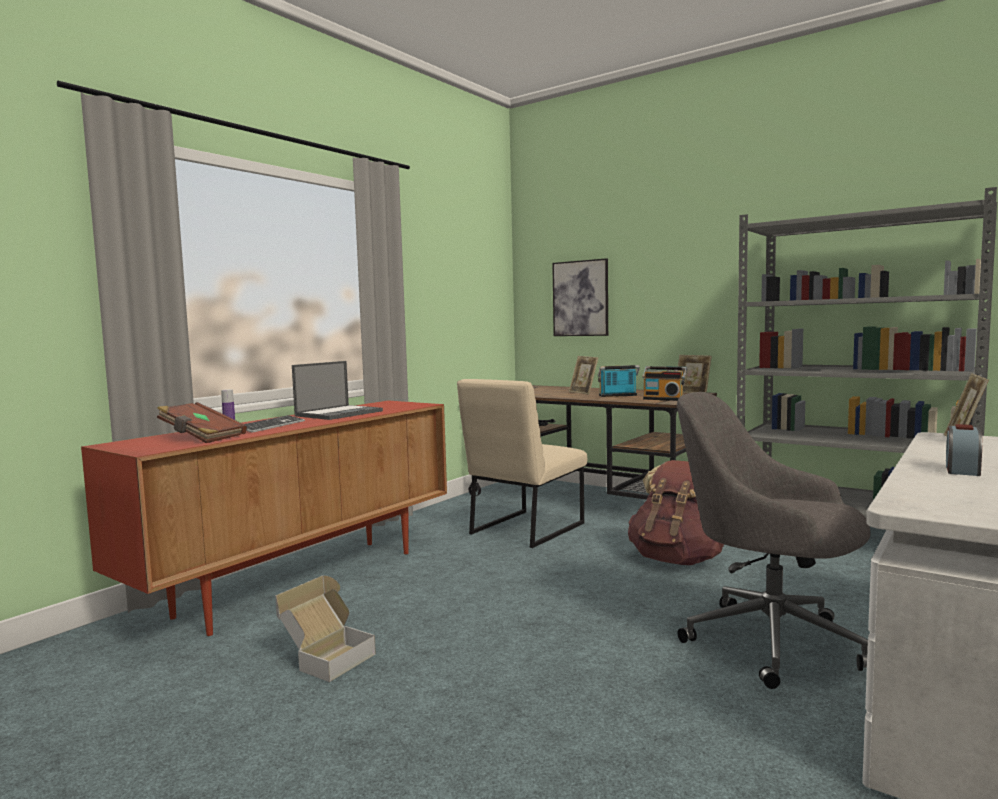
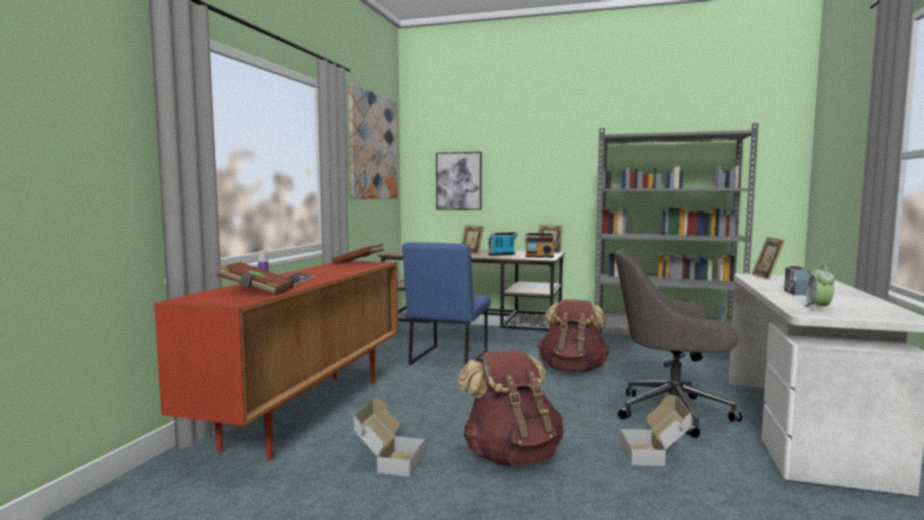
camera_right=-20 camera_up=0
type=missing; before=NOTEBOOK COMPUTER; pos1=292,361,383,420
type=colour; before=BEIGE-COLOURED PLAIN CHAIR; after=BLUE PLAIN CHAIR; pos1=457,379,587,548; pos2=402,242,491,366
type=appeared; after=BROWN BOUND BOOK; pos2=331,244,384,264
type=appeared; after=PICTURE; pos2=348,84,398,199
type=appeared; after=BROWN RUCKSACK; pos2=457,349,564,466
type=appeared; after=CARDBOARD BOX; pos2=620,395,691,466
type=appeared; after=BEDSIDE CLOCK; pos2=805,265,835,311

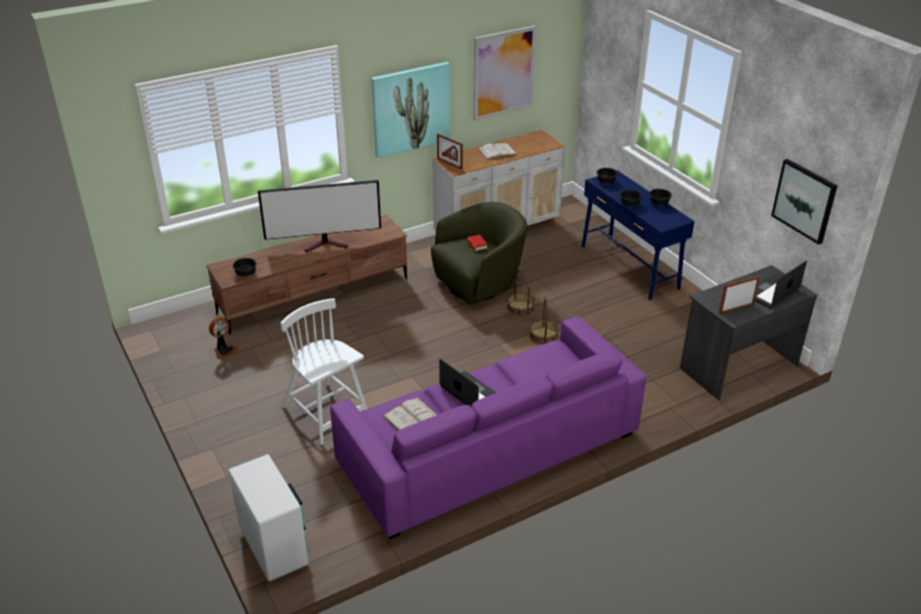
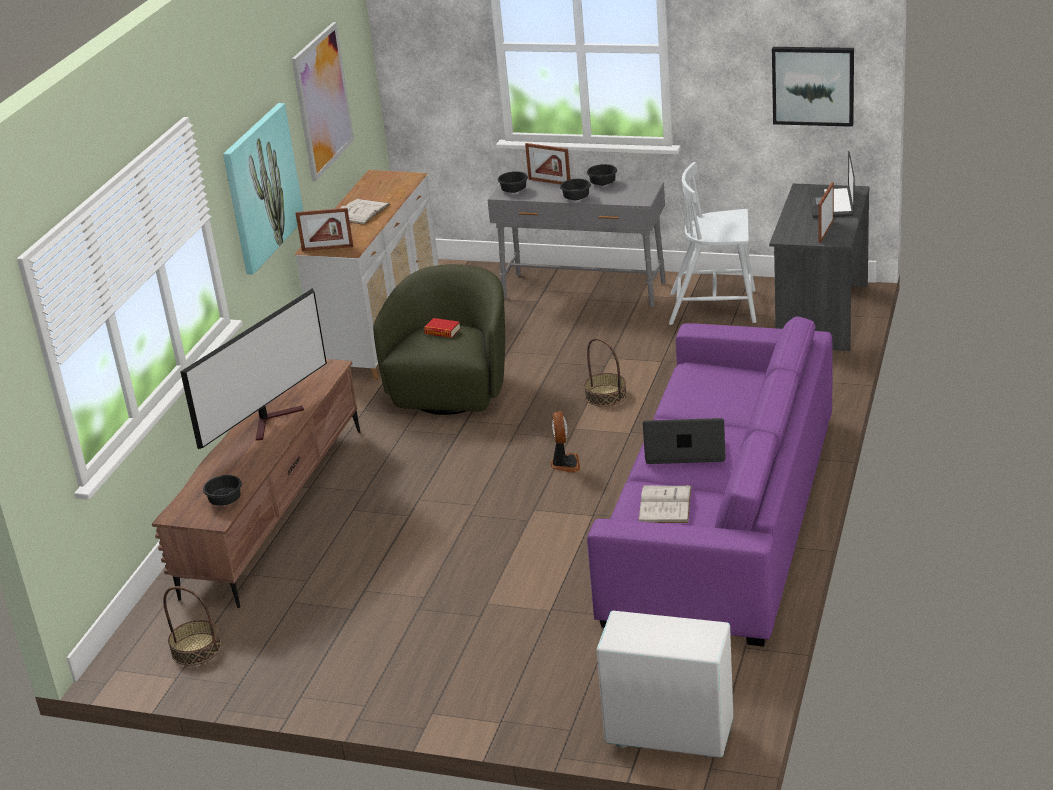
camera_right=-40 camera_up=-5
type=relocated; before=COOLING FAN; pos1=209,316,238,359; pos2=551,411,581,473
type=relocated; before=WHITE PLAIN CHAIR; pos1=281,298,367,445; pos2=669,162,757,325
type=relocated; before=STORAGE BASKET; pos1=507,270,536,317; pos2=163,586,221,666
type=colour; before=BLUE NARROW TABLE; after=GREYISH NARROW TABLE; pos1=581,170,694,300; pos2=487,178,666,307
type=appeared; after=PHOTO FRAME; pos2=525,143,570,184

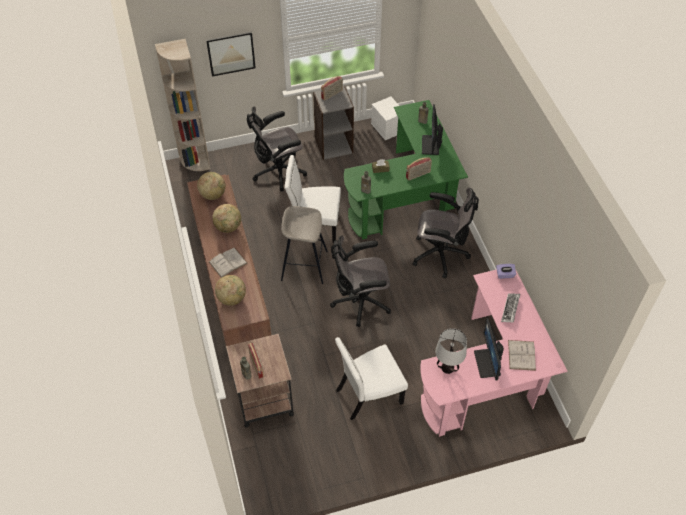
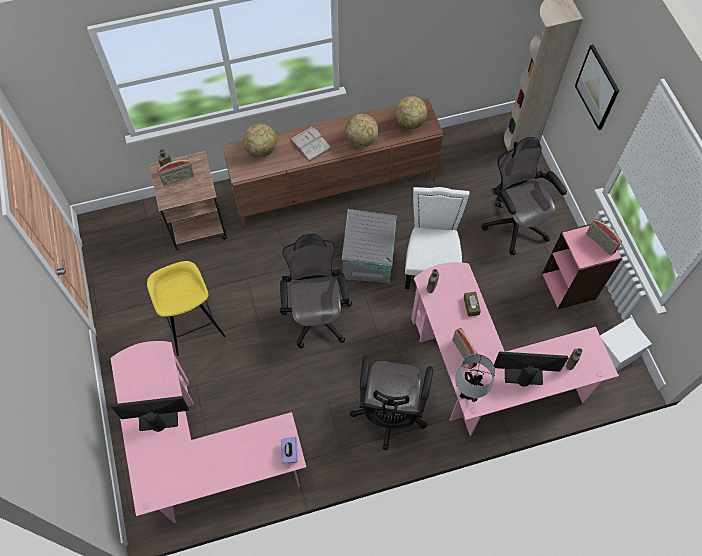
camera_right=90 camera_up=10
type=exchanged; before=GREYISH SITTING STOOL; after=GREYISH STORAGE BIN; pos1=281,206,328,284; pos2=342,209,396,283
type=colour; before=GREYISH BOOKCASE; after=PINKISH BOOKCASE; pos1=313,85,354,160; pos2=542,221,622,310
type=exchanged; before=WHITE PLAIN CHAIR; after=YELLOWISH SITTING STOOL; pos1=335,337,408,420; pos2=147,261,226,356
type=colour; before=GREENISH DESK UNIT; after=PINKISH DESK UNIT; pos1=344,100,468,240; pos2=411,262,619,436
type=relocated; before=TABLETOP LAMP; pos1=435,328,467,374; pos2=455,354,495,402
type=missing; before=COMPUTER KEYBOARD; pos1=501,293,520,322
type=missing; before=WHITE BOUND BOOK; pos1=508,340,536,371

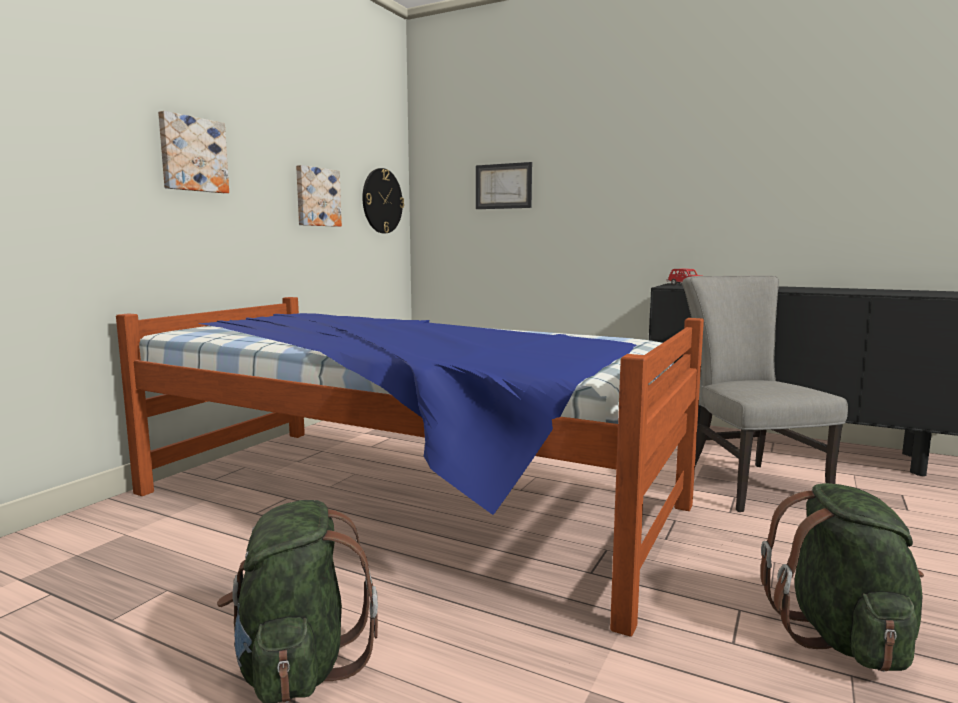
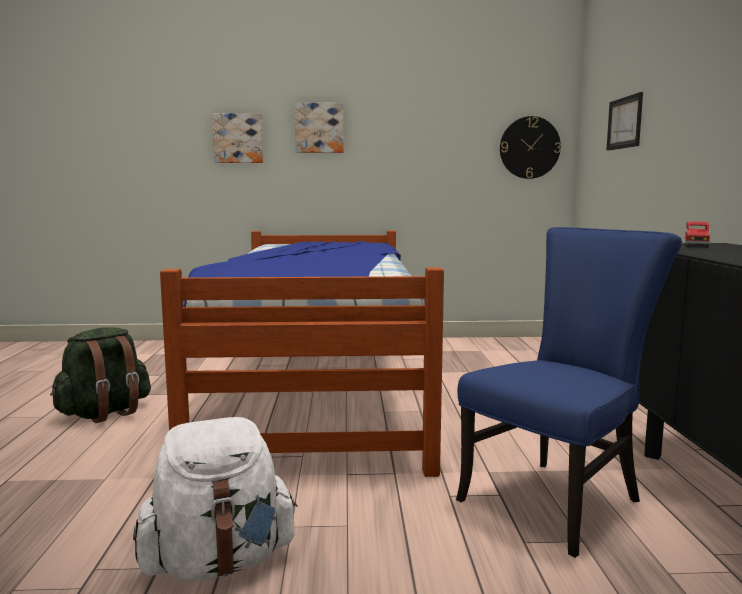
camera_right=60 camera_up=0
type=relocated; before=PICTURE; pos1=296,165,342,227; pos2=212,113,263,163
type=colour; before=GREYISH PLAIN CHAIR; after=BLUE PLAIN CHAIR; pos1=682,275,848,512; pos2=456,227,682,558
type=colour; before=GREENISH RUCKSACK; after=WHITE RUCKSACK; pos1=761,483,924,672; pos2=133,417,298,581

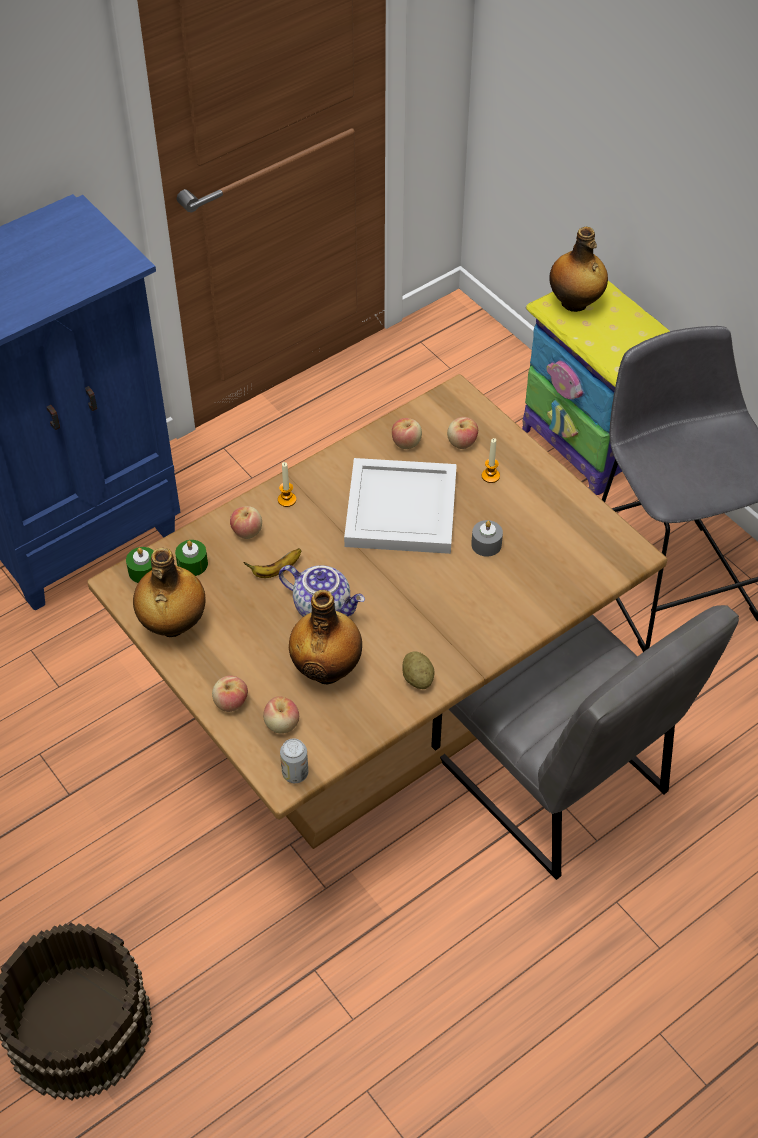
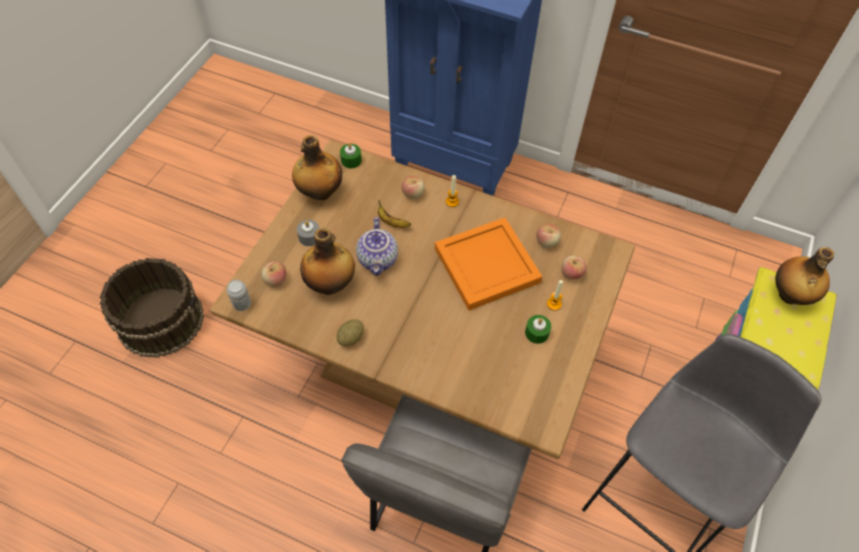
camera_right=60 camera_up=5
type=relocated; before=GREENISH WAX CANDLE; pos1=175,540,208,576; pos2=525,315,551,344
type=missing; before=APPLE; pos1=212,676,248,712
type=colour; before=WHITE SERVING TRAY; after=ORANGE-COLOURED SERVING TRAY; pos1=344,458,457,554; pos2=435,218,543,311
type=relocated; before=GREYISH WAX CANDLE; pos1=471,520,503,557; pos2=297,220,319,246

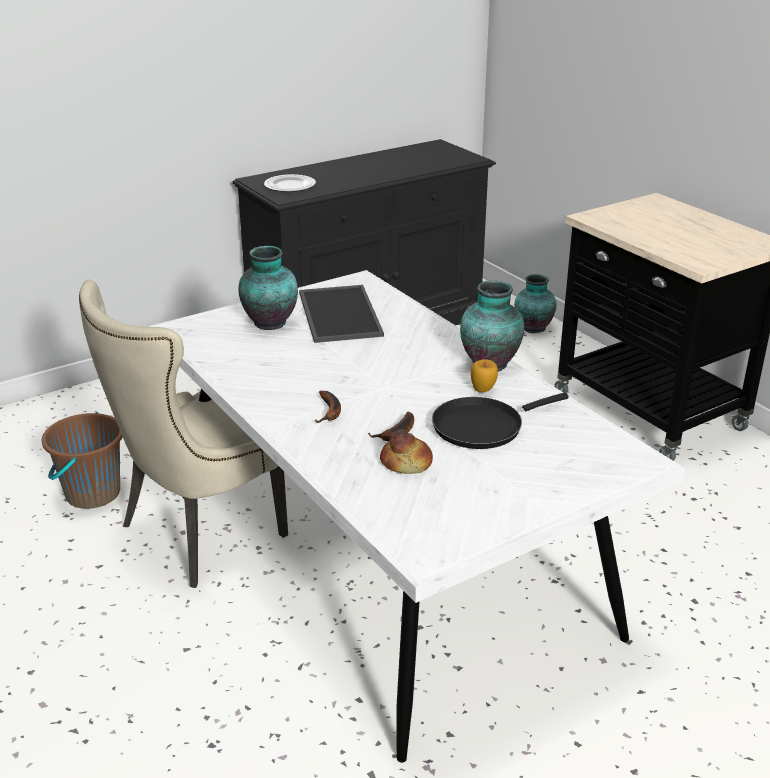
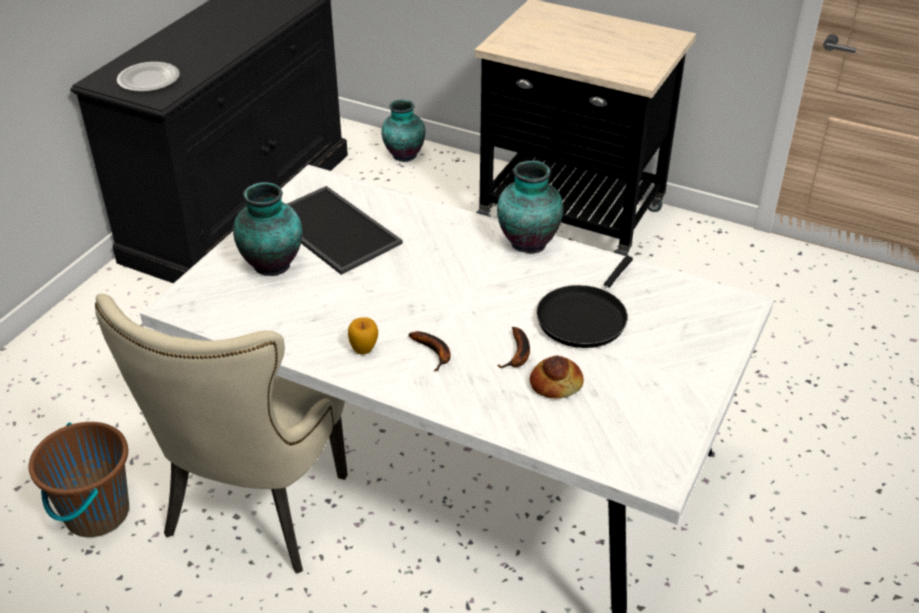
camera_right=-30 camera_up=10
type=relocated; before=APPLE; pos1=471,359,498,393; pos2=348,317,378,355

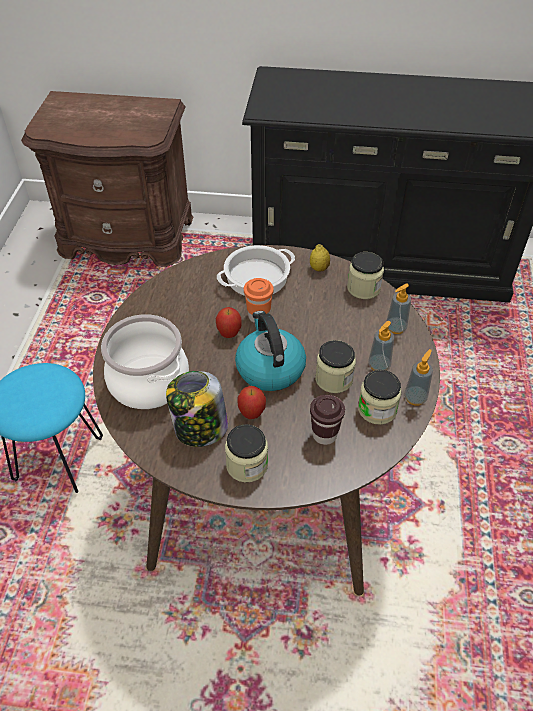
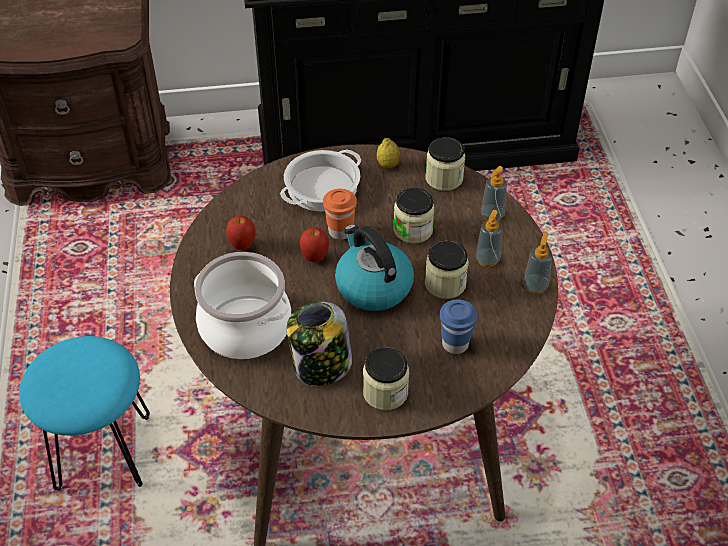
camera_right=-15 camera_up=0
type=relocated; before=APPLE; pos1=237,386,266,419; pos2=226,215,256,250
type=colour; before=BROWN CUP; after=BLUE CUP; pos1=310,395,345,445; pos2=440,299,477,354
type=relocated; before=STORAGE JAR; pos1=358,370,401,425; pos2=393,188,435,244

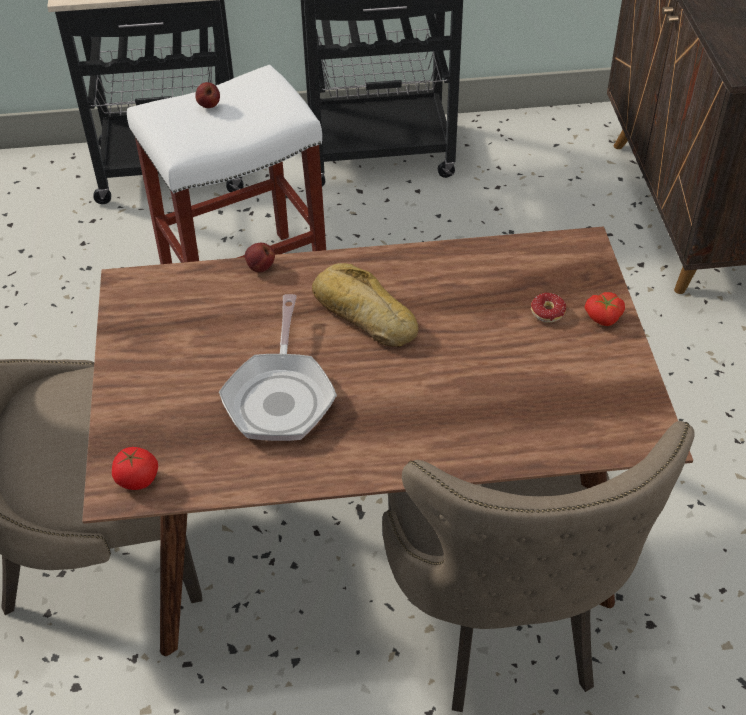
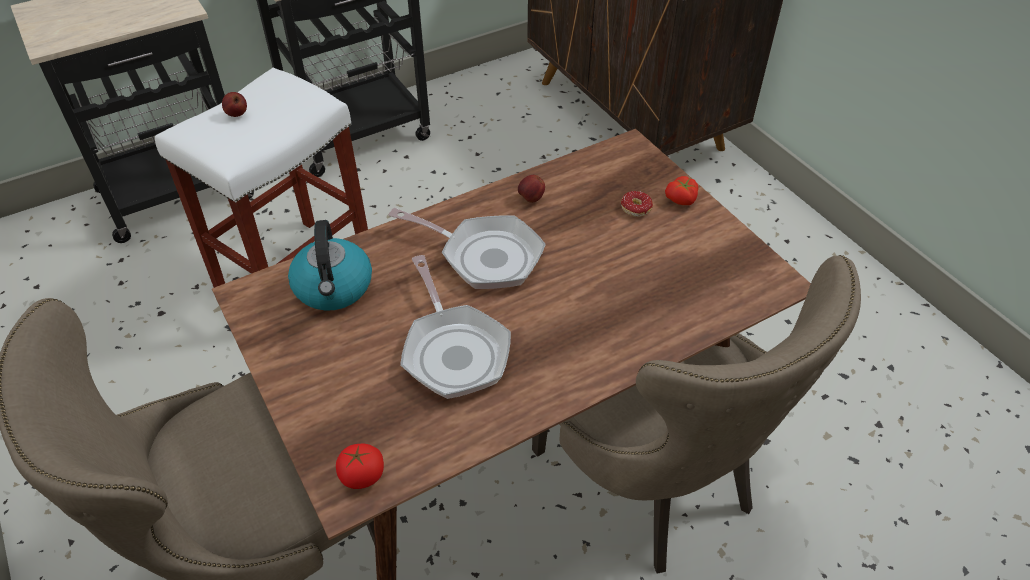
camera_right=-25 camera_up=0
type=relocated; before=APPLE; pos1=245,243,275,272; pos2=518,175,545,203
type=exchanged; before=BREAD; after=PAN; pos1=312,263,419,347; pos2=388,208,546,289
type=appeared; after=KETTLE; pos2=288,220,372,310

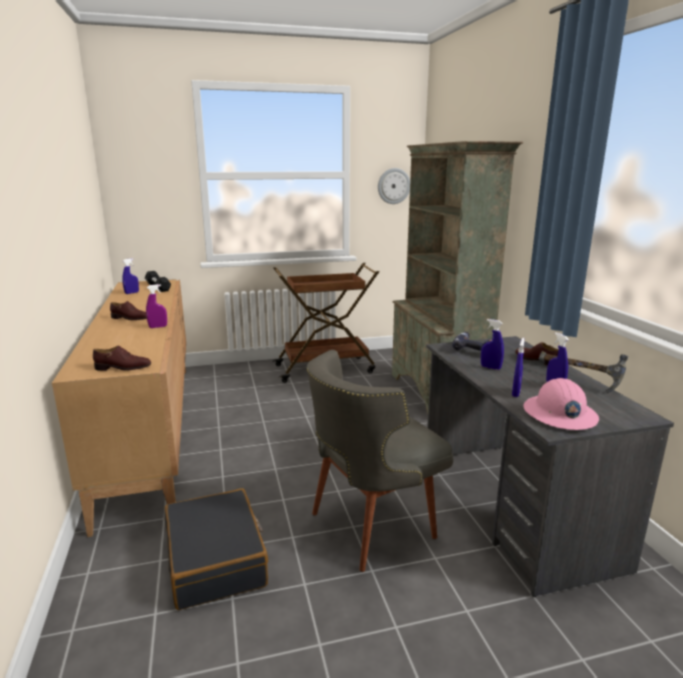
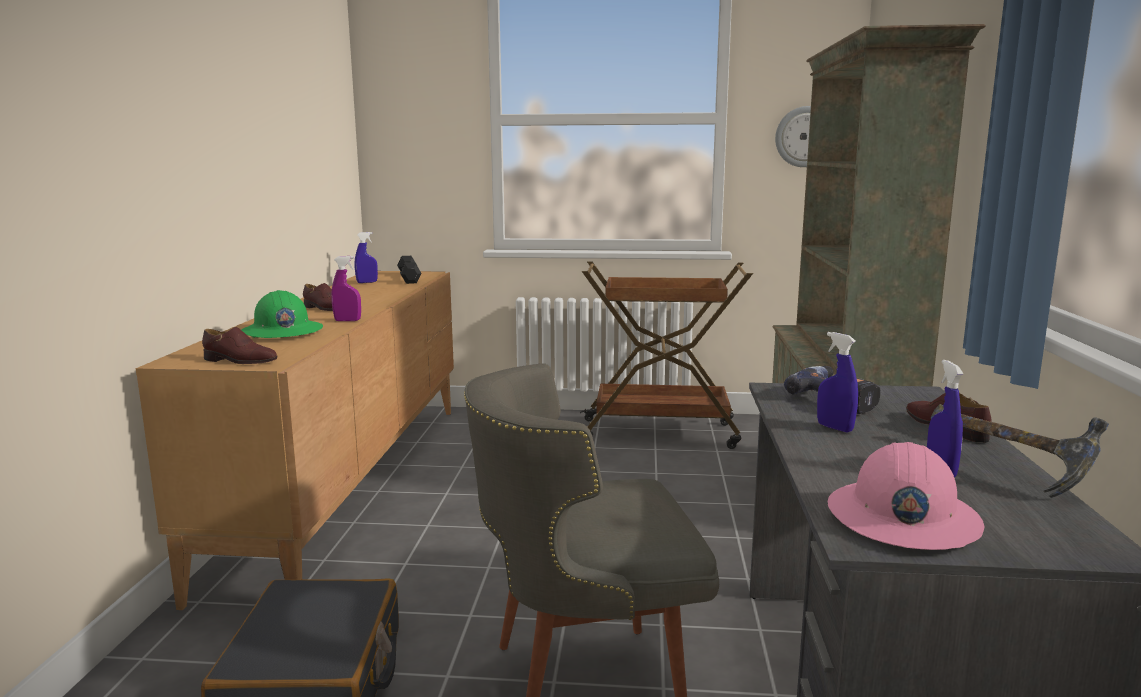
camera_right=20 camera_up=-5
type=missing; before=BLUE SPRAYER; pos1=512,338,524,397
type=appeared; after=GREENISH HARD HAT; pos2=242,290,323,338

